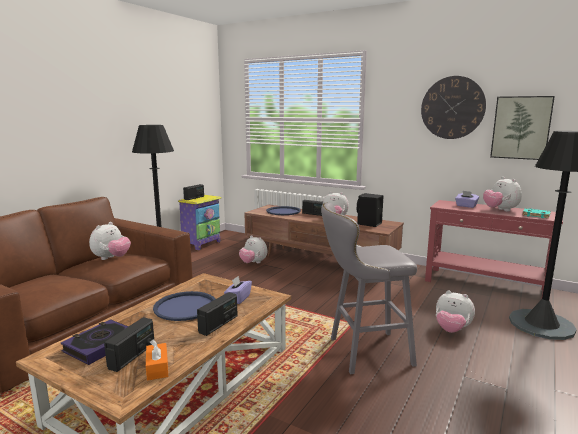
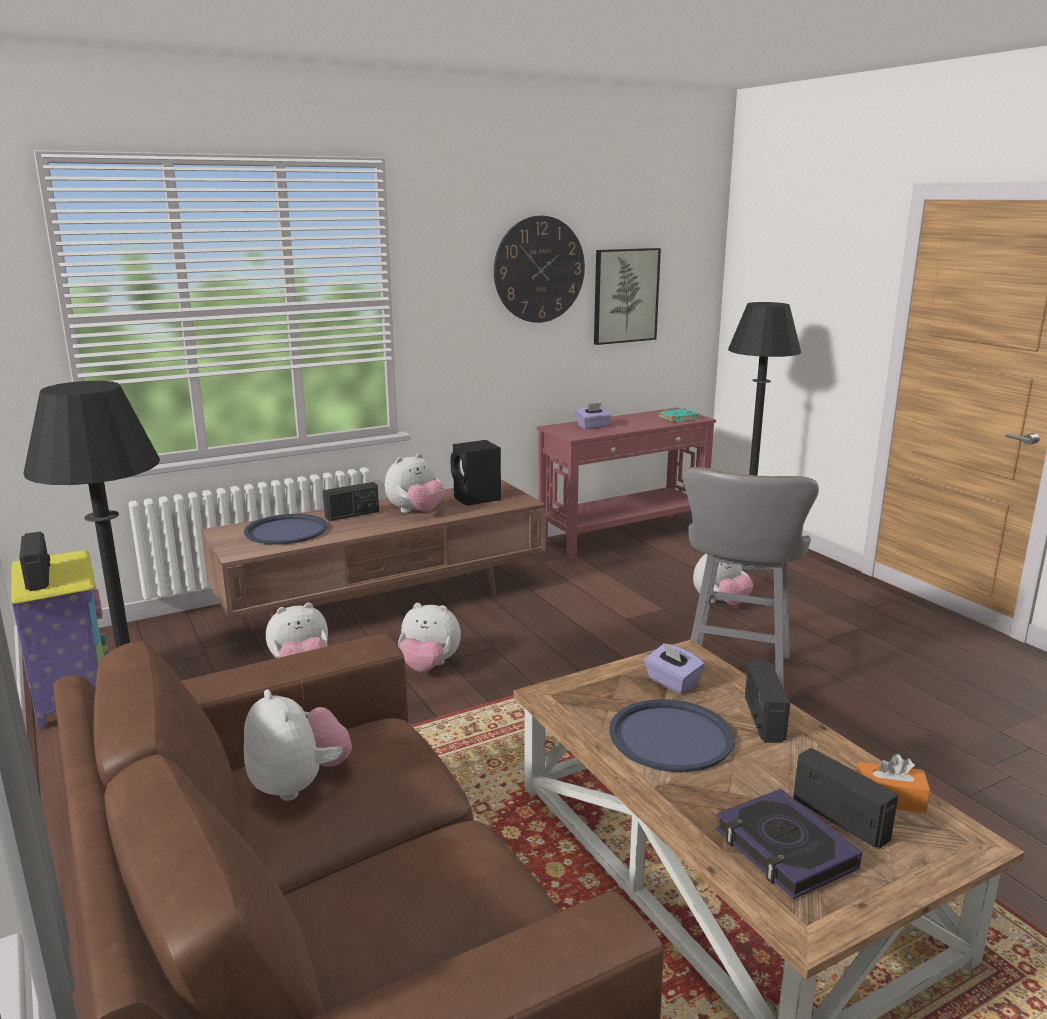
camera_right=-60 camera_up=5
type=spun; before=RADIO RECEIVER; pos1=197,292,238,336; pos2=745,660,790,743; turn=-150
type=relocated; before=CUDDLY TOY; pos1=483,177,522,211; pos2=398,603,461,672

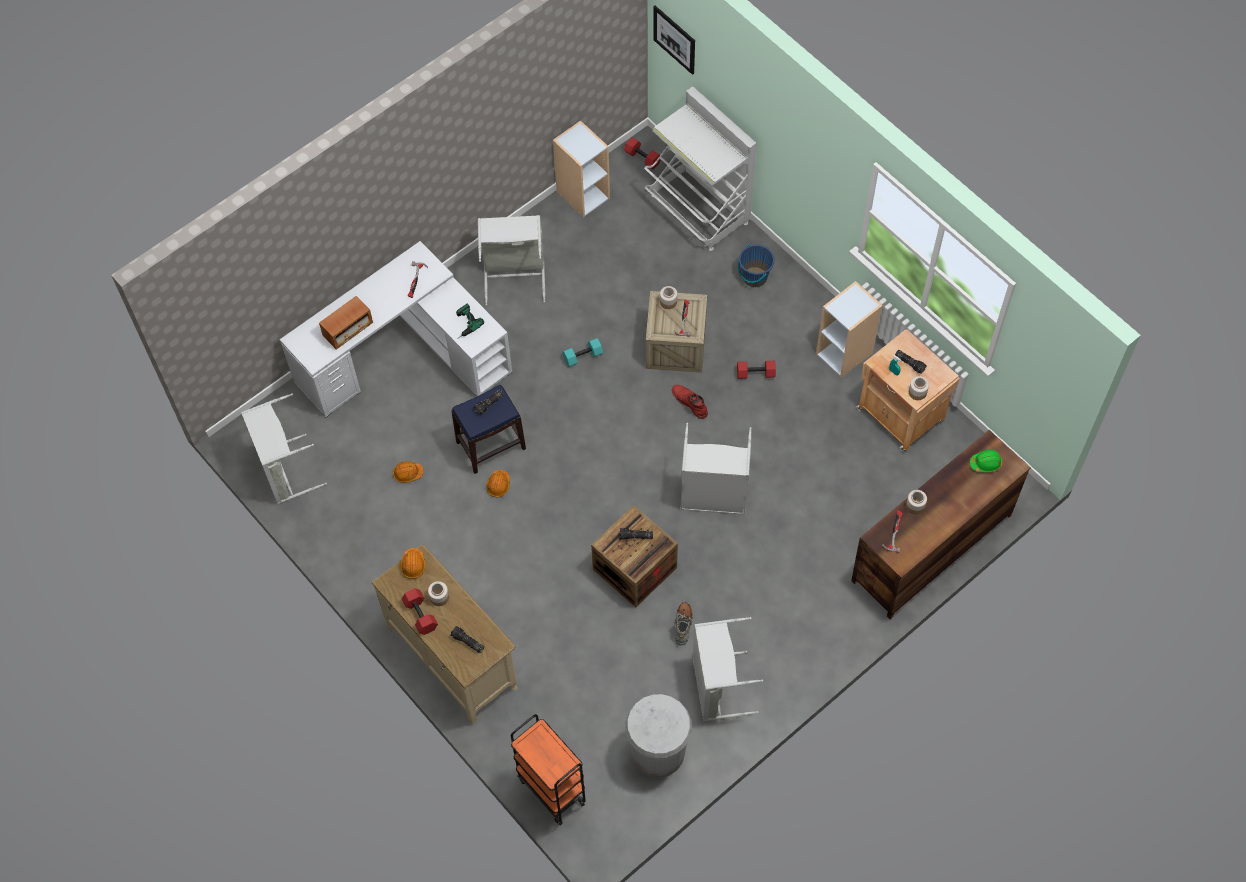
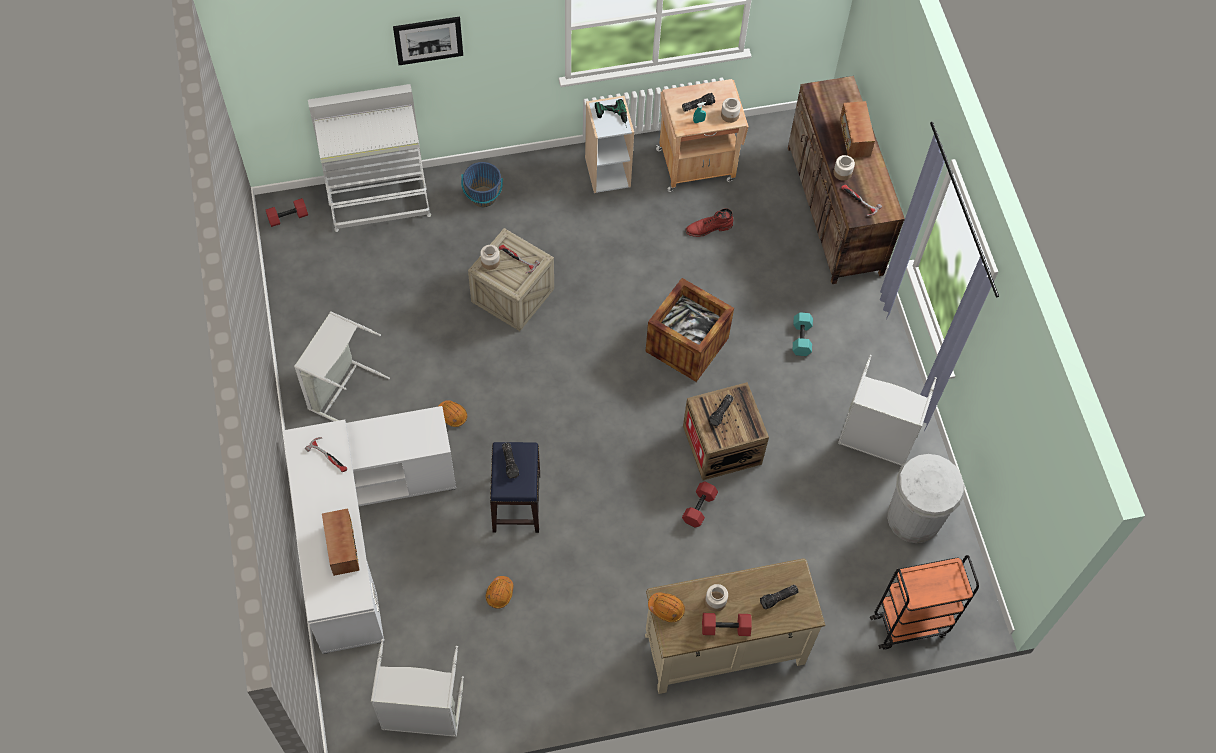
camera_right=-65 camera_up=0
type=relocated; before=DRILL; pos1=456,304,484,339; pos2=595,99,627,128
type=relocated; before=ORANGE-COLOURED HARD HAT; pos1=486,470,510,497; pos2=438,400,467,427
type=missing; before=BOOKCASE; pos1=553,121,610,217
type=relocated; before=TURQUOISE-COLOURED DUMBBELL; pos1=562,338,603,367; pos2=793,312,813,356
type=relocated; before=PICTURE; pos1=653,6,695,75; pos2=393,17,463,65
type=relocated; before=RED HIGH-TOP BOOT; pos1=672,385,708,419; pos2=685,208,733,237
type=missing; before=GREYISH HIGH-TOP BOOT; pos1=675,602,693,645
type=exchanged; before=GREYISH HAMPER; after=PACKING CRATE; pos1=681,423,752,514; pos2=645,278,734,382
type=relocated; before=RED DUMBBELL; pos1=737,361,776,379; pos2=682,482,718,528
type=missing; before=GREENISH HARD HAT; pos1=970,450,1003,473
type=appeared; after=RADIO RECEIVER; pos2=840,101,875,158

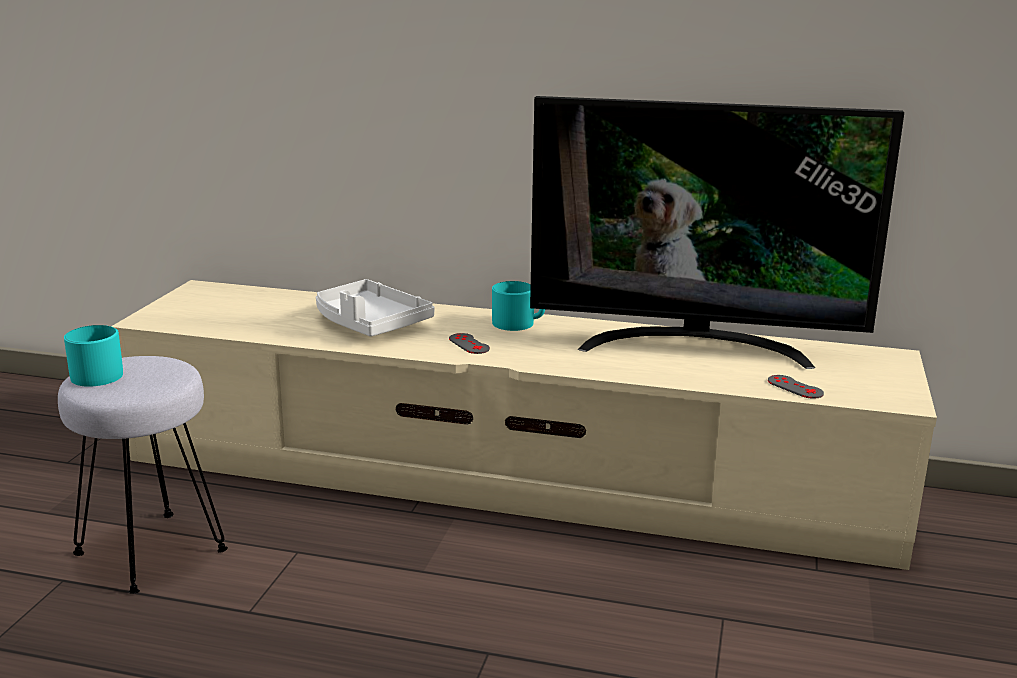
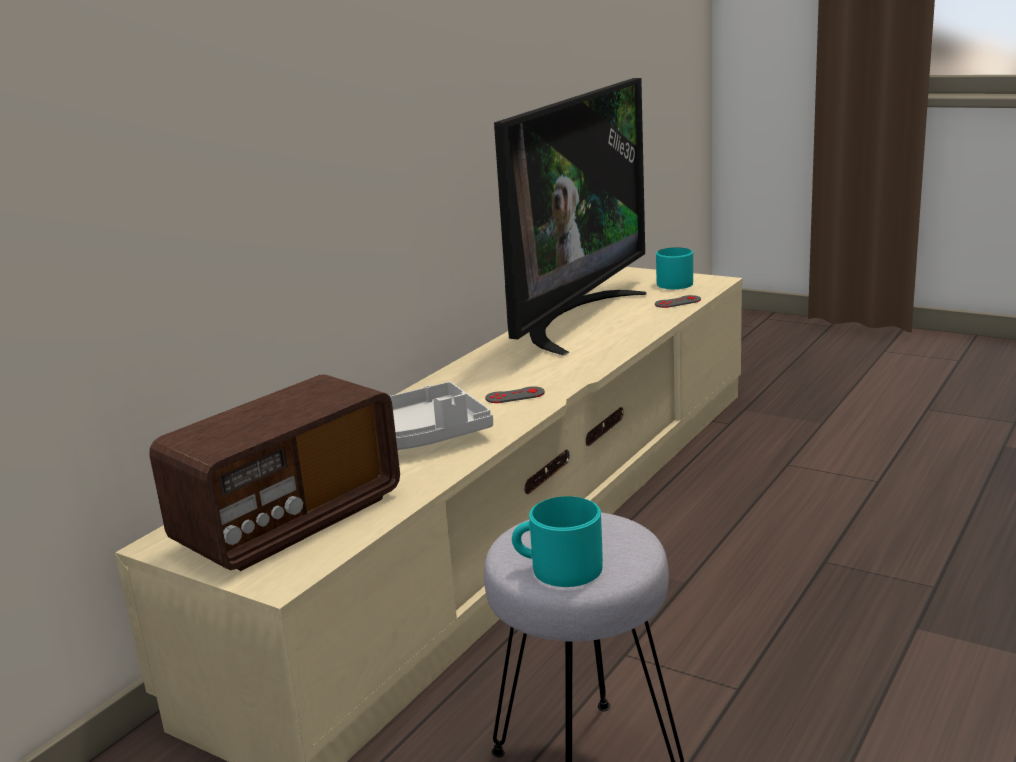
camera_right=-70 camera_up=0
type=relocated; before=TURQUOISE-COLOURED MUG; pos1=492,281,545,331; pos2=656,247,693,289
type=appeared; after=RADIO RECEIVER; pos2=149,374,400,571

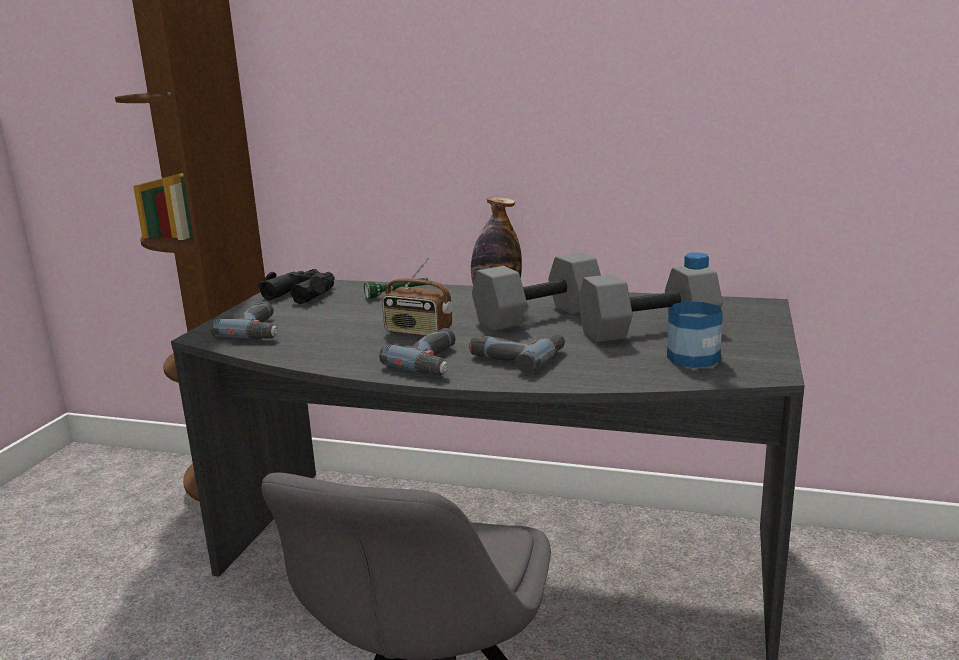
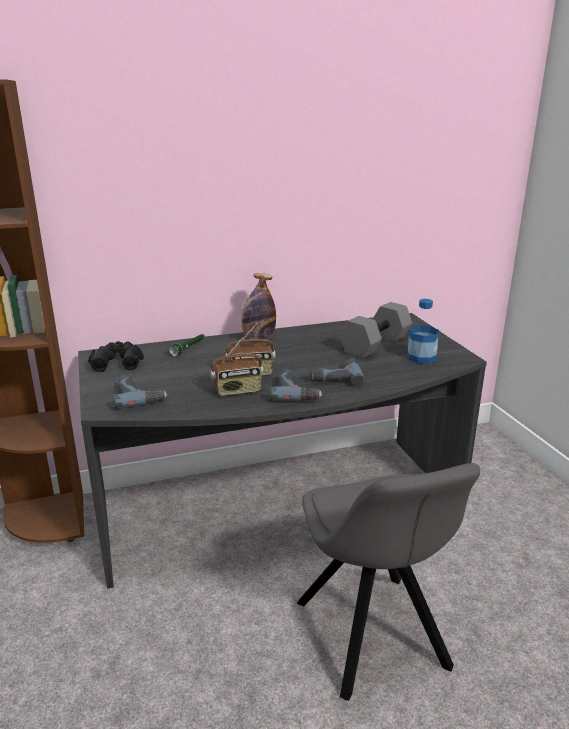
camera_right=-35 camera_up=5
type=missing; before=GREYISH DUMBBELL; pos1=472,252,601,331
type=appeared; after=RADIO RECEIVER; pos2=210,337,263,396

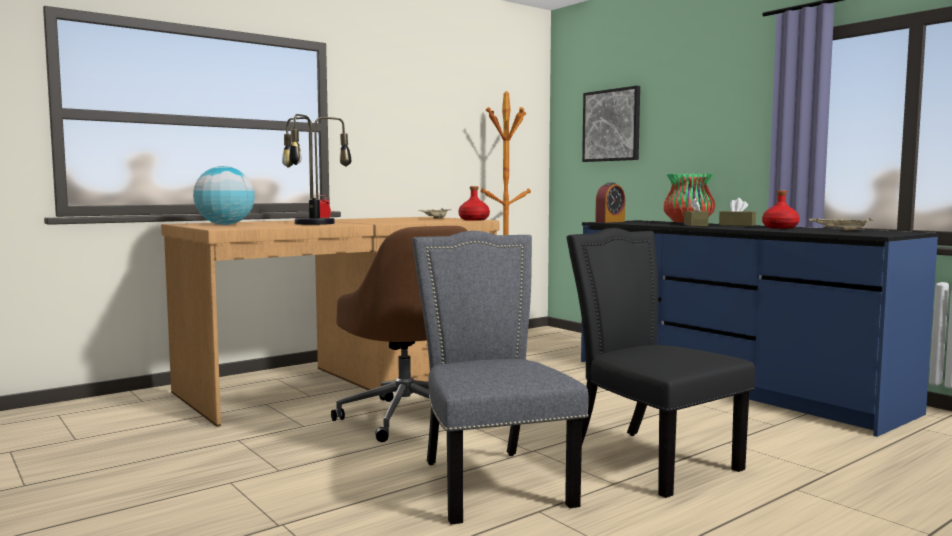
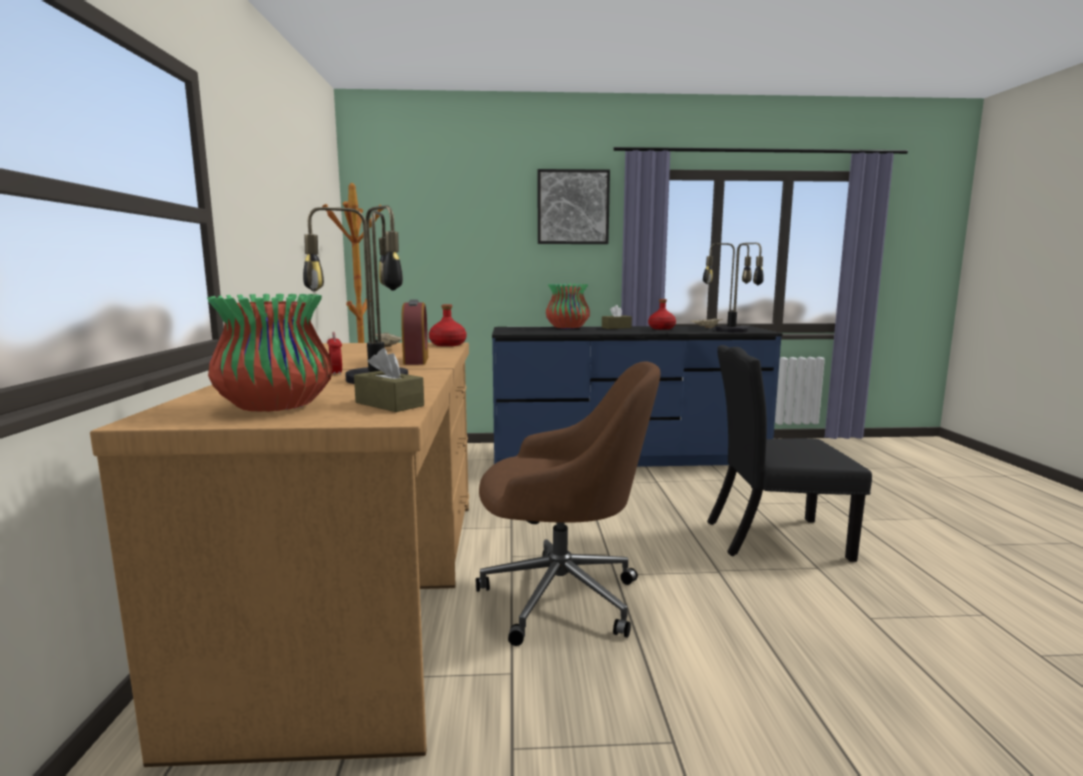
camera_right=-55 camera_up=5
type=exchanged; before=DESK GLOBE; after=FLOWER VASE; pos1=193,166,255,225; pos2=207,294,333,412
type=missing; before=GREYISH PLAIN CHAIR; pos1=412,231,589,525
type=relocated; before=PICTURE; pos1=582,86,640,162; pos2=538,169,610,244
type=relocated; before=BEDSIDE CLOCK; pos1=595,182,625,223; pos2=401,300,428,365
type=relocated; before=BROWN TISSUE BOX; pos1=684,198,709,226; pos2=354,348,424,412
type=appeared; after=TABLETOP LAMP; pos2=703,243,764,333

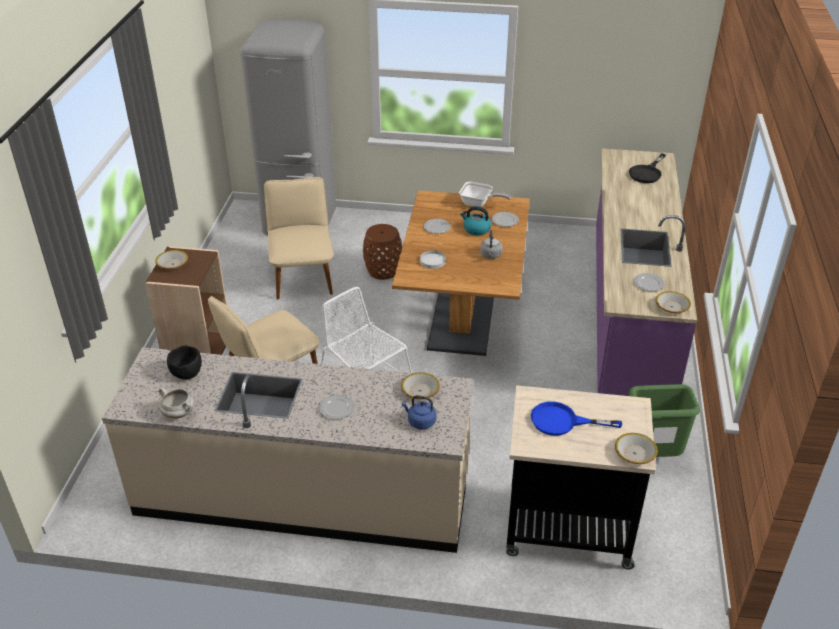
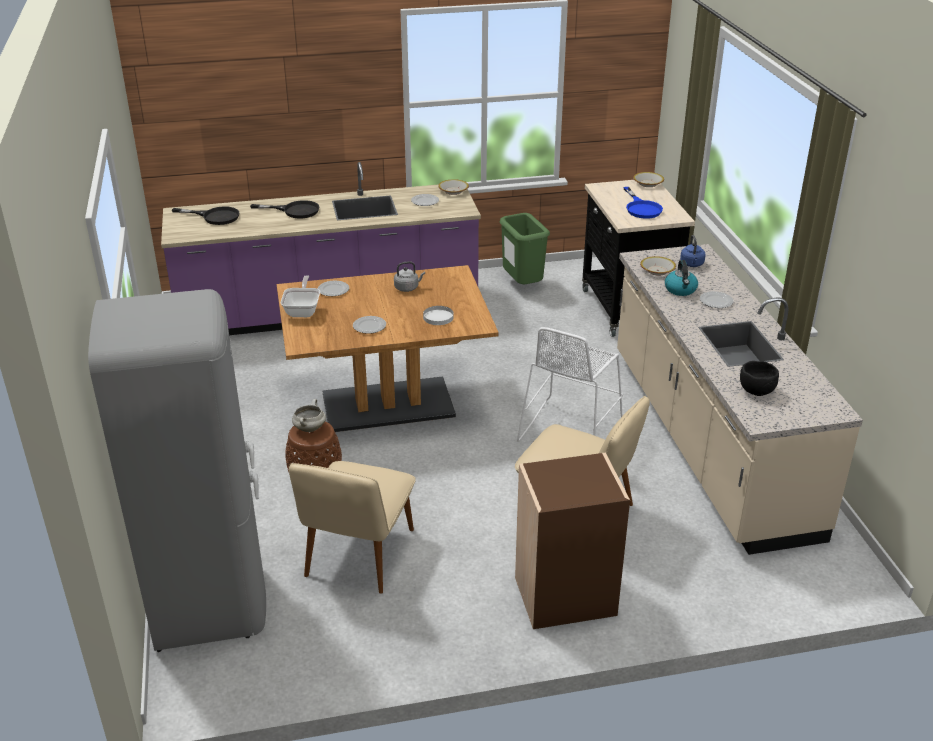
camera_right=-110 camera_up=-5
type=missing; before=DEEP DISH; pos1=155,250,188,270
type=relocated; before=WHITE SAUCEPOT; pos1=159,387,194,418; pos2=292,399,326,432
type=spun; before=BEIGE-COLOURED PLAIN CHAIR; pos1=264,177,334,299; pos2=289,461,416,594; turn=-45
type=relocated; before=KETTLE; pos1=460,206,491,236; pos2=665,260,698,296
type=appeared; after=BLACK PAN; pos2=250,200,320,218

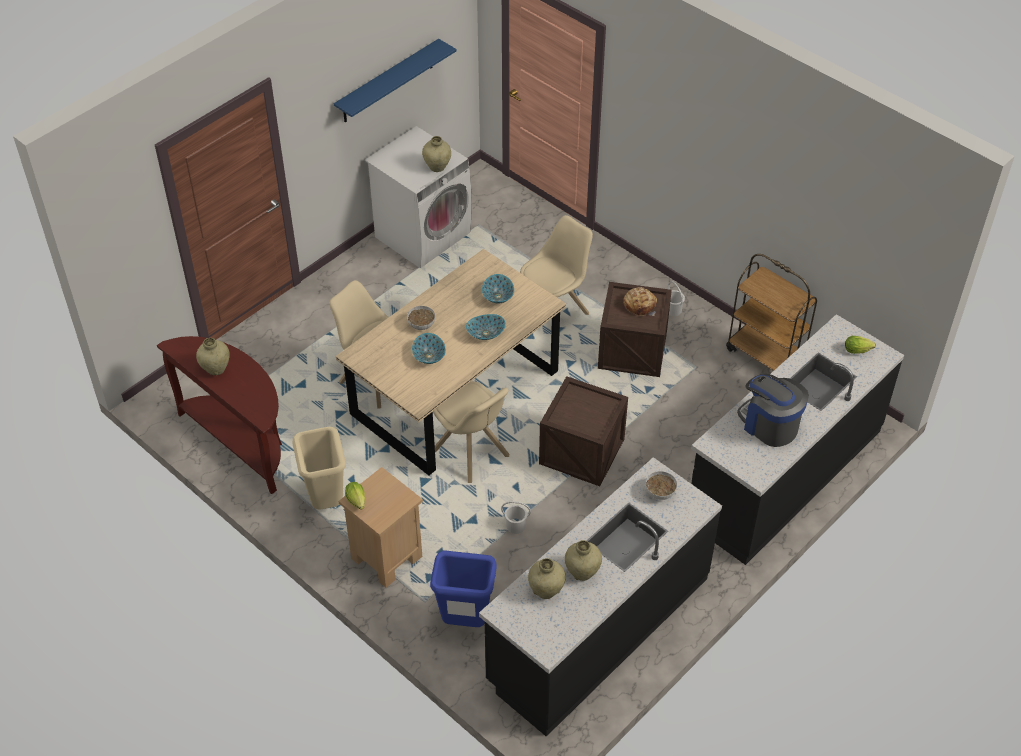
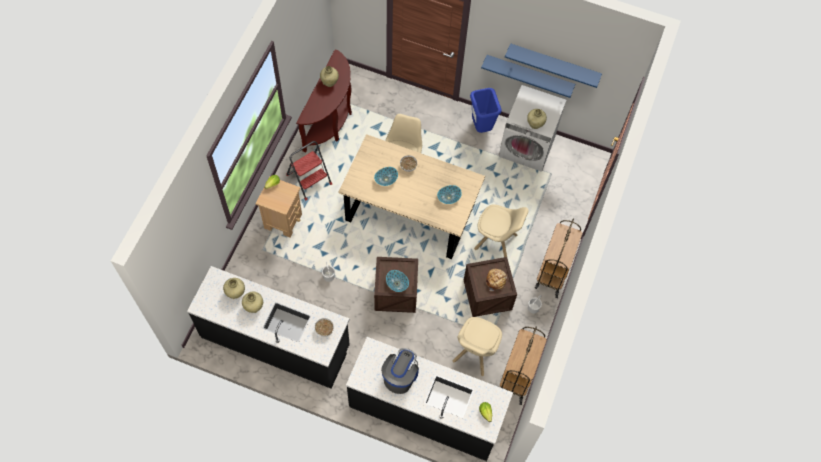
camera_right=65 camera_up=15
type=exchanged; before=BEIGE-COLOURED TRASH CAN; after=RED STEPLADDER; pos1=293,427,346,510; pos2=286,141,333,200
type=relocated; before=BLUE TRASH CAN; pos1=430,551,497,627; pos2=470,88,502,133
type=relocated; before=BEIGE-COLOURED PLAIN CHAIR; pos1=433,381,509,483; pos2=452,317,502,376
type=relocated; before=DEEP DISH; pos1=466,314,506,340; pos2=386,270,409,292
type=appeared; after=BLUE BRACKET SHELF; pos2=481,55,575,98
type=appeared; after=BROWN CART; pos2=535,219,583,298

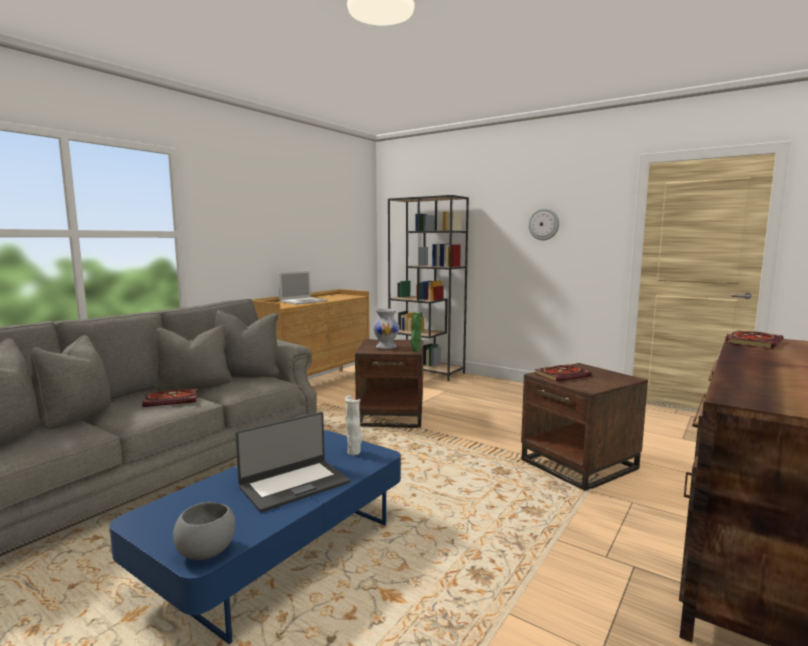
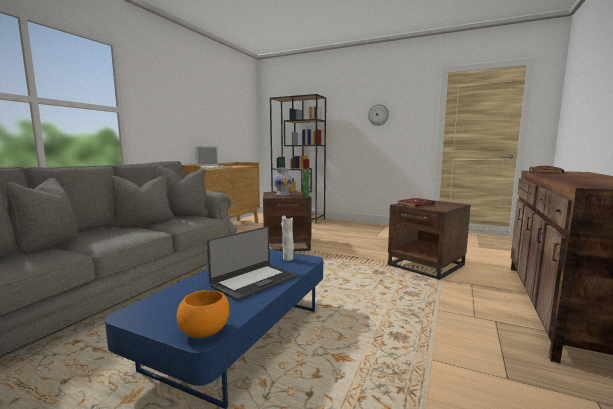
camera_right=-10 camera_up=0
type=missing; before=BOUND BOOK; pos1=142,388,199,407
type=colour; before=GREYISH DEEP DISH; after=ORANGE-COLOURED DEEP DISH; pos1=173,502,235,560; pos2=177,290,229,338

